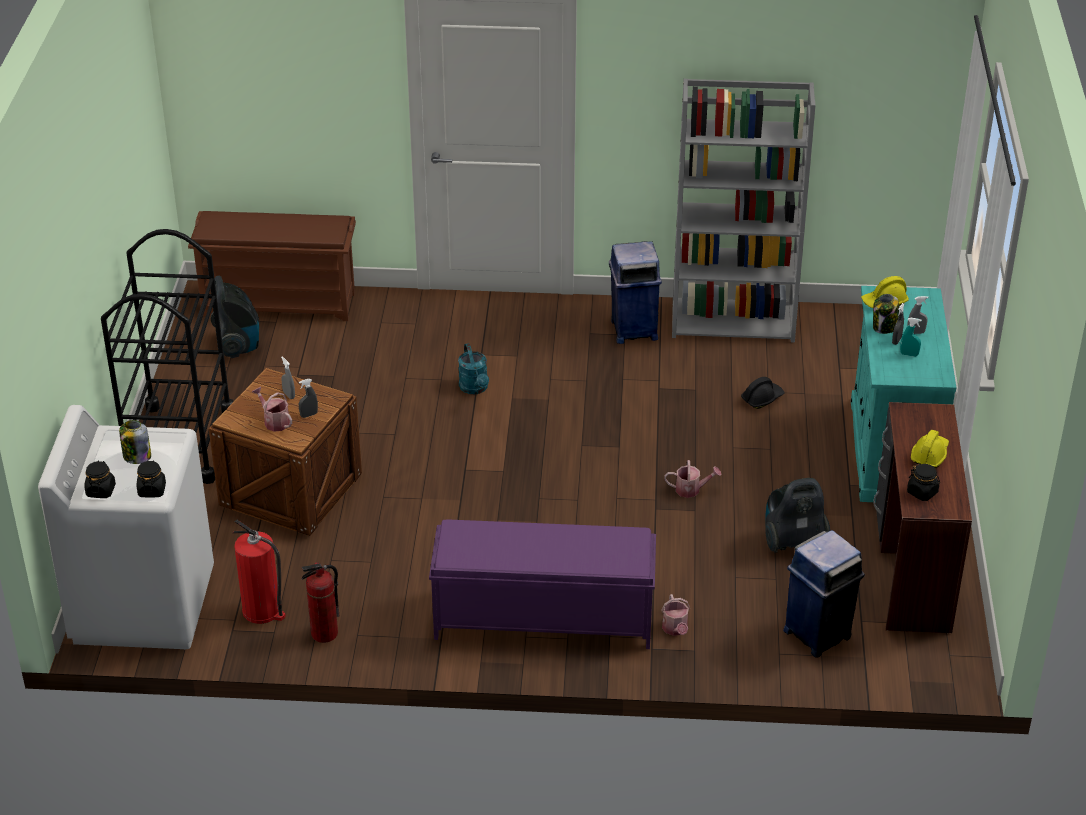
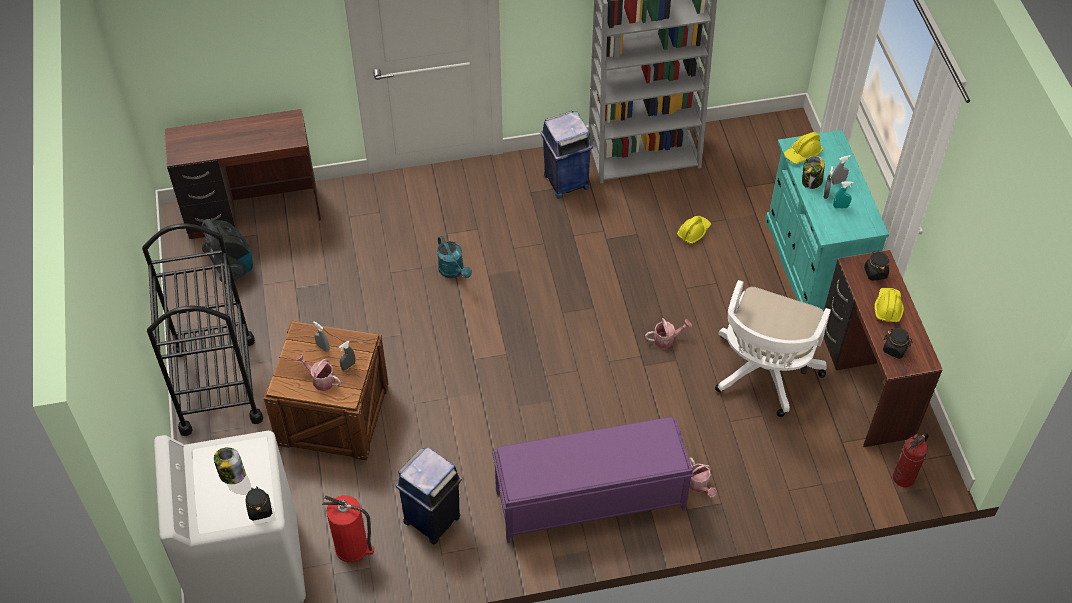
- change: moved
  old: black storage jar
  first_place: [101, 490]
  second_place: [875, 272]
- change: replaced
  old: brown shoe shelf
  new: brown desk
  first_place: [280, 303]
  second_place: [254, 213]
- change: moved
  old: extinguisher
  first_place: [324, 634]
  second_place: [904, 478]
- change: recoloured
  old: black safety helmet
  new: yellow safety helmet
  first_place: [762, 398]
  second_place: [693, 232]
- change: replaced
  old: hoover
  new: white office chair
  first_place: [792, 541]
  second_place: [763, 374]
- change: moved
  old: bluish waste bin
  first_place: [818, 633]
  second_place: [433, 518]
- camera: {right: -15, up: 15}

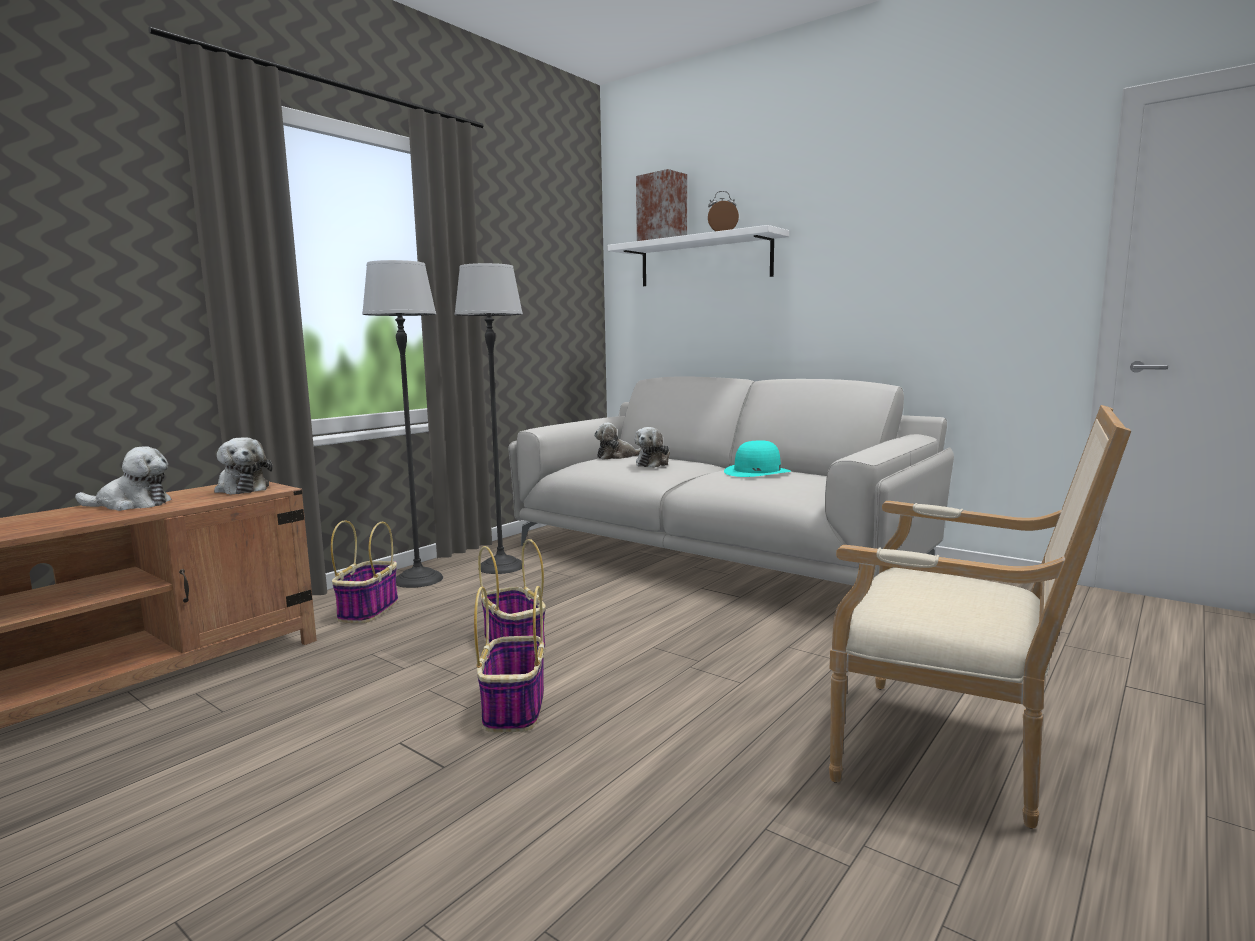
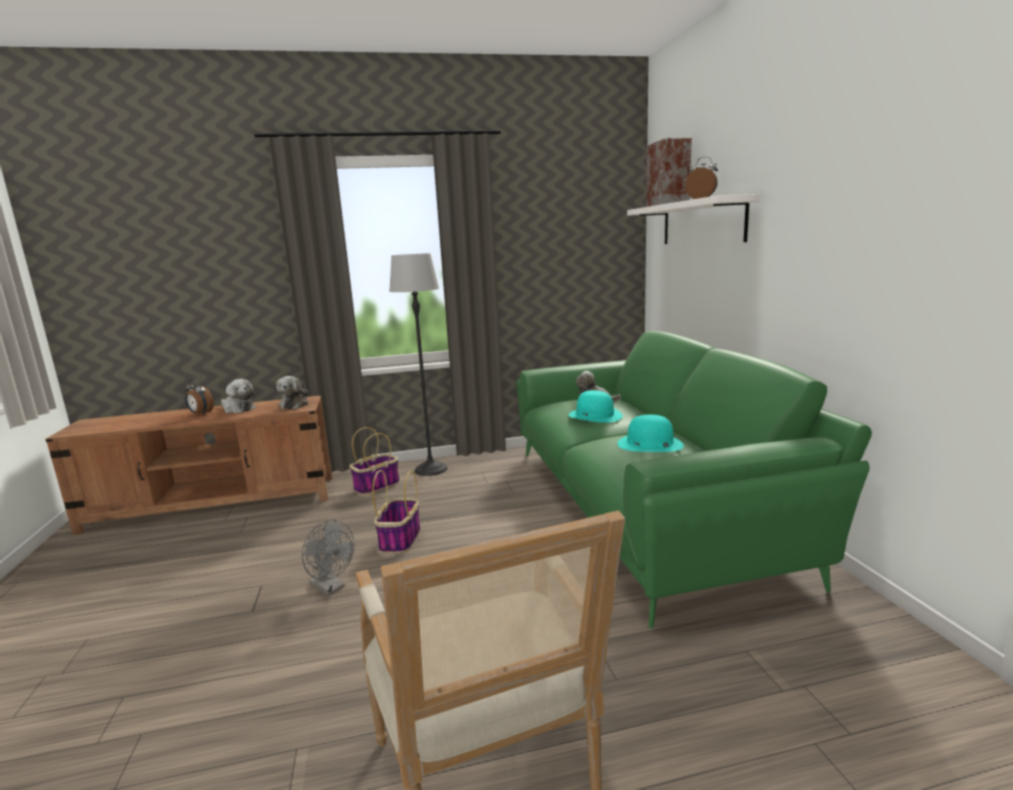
- change: removed
  old: standing lamp
  first_place: [501, 566]
- change: replaced
  old: storage basket
  new: grey fan
  first_place: [514, 707]
  second_place: [331, 587]
- change: recoloured
  old: grey sofa
  new: green-coloured sofa
  first_place: [717, 555]
  second_place: [645, 505]
- change: replaced
  old: plush toy
  new: turquoise clothing hat
  first_place: [653, 463]
  second_place: [595, 415]
- change: added
  new: table clock
  second_place: [200, 414]
- camera: {right: 40, up: 5}

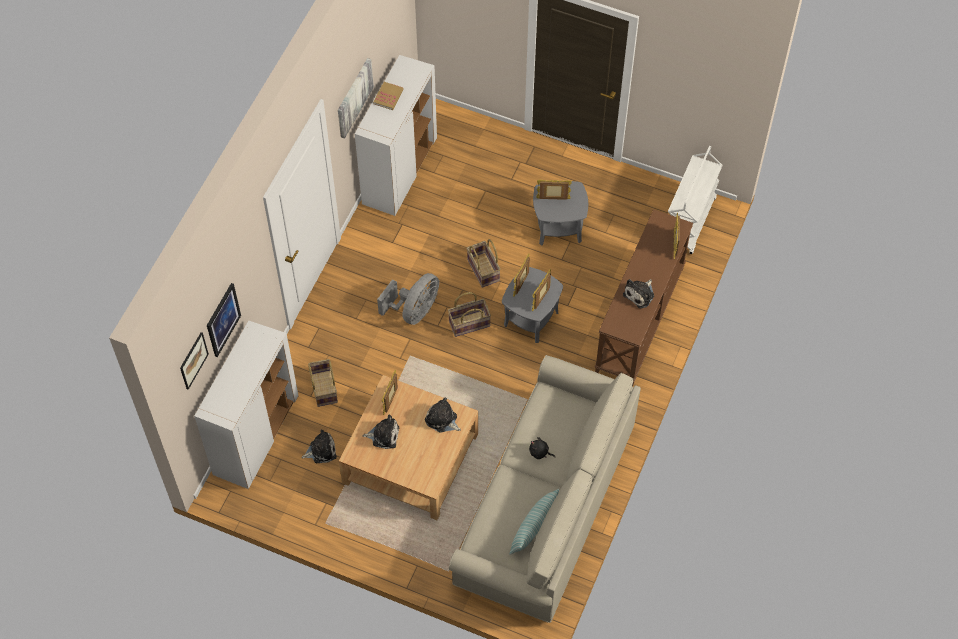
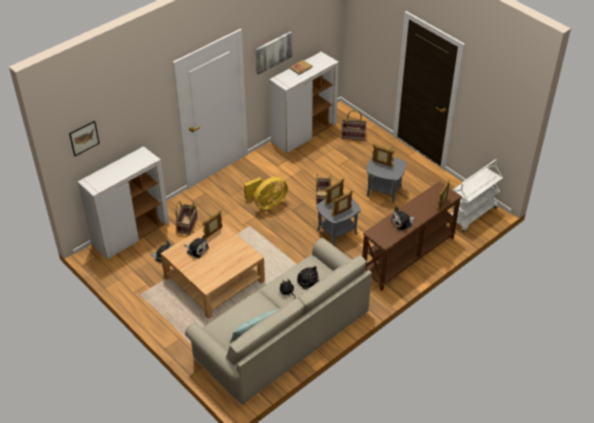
- change: removed
  old: wall picture
  first_place: [223, 319]
- change: recoloured
  old: grey fan
  new: yellow fan
  first_place: [414, 311]
  second_place: [267, 204]
- change: moved
  old: plush toy
  first_place: [442, 420]
  second_place: [309, 283]
- change: moved
  old: storage basket
  first_place: [469, 323]
  second_place: [353, 135]
- camera: {right: 25, up: -15}

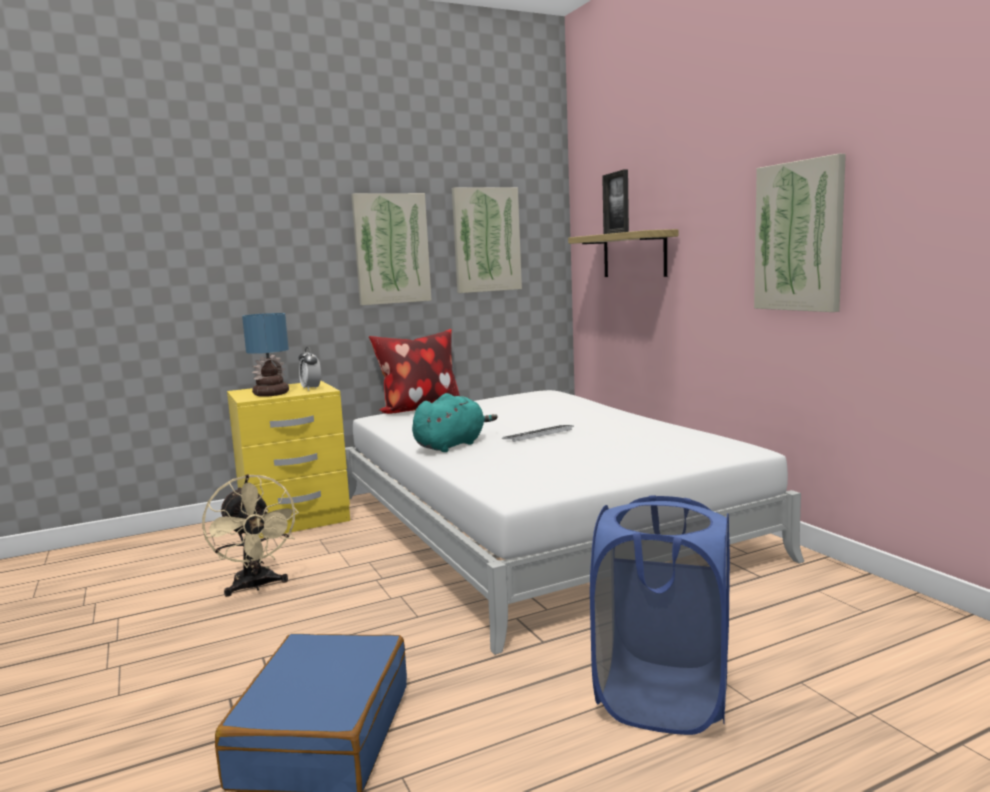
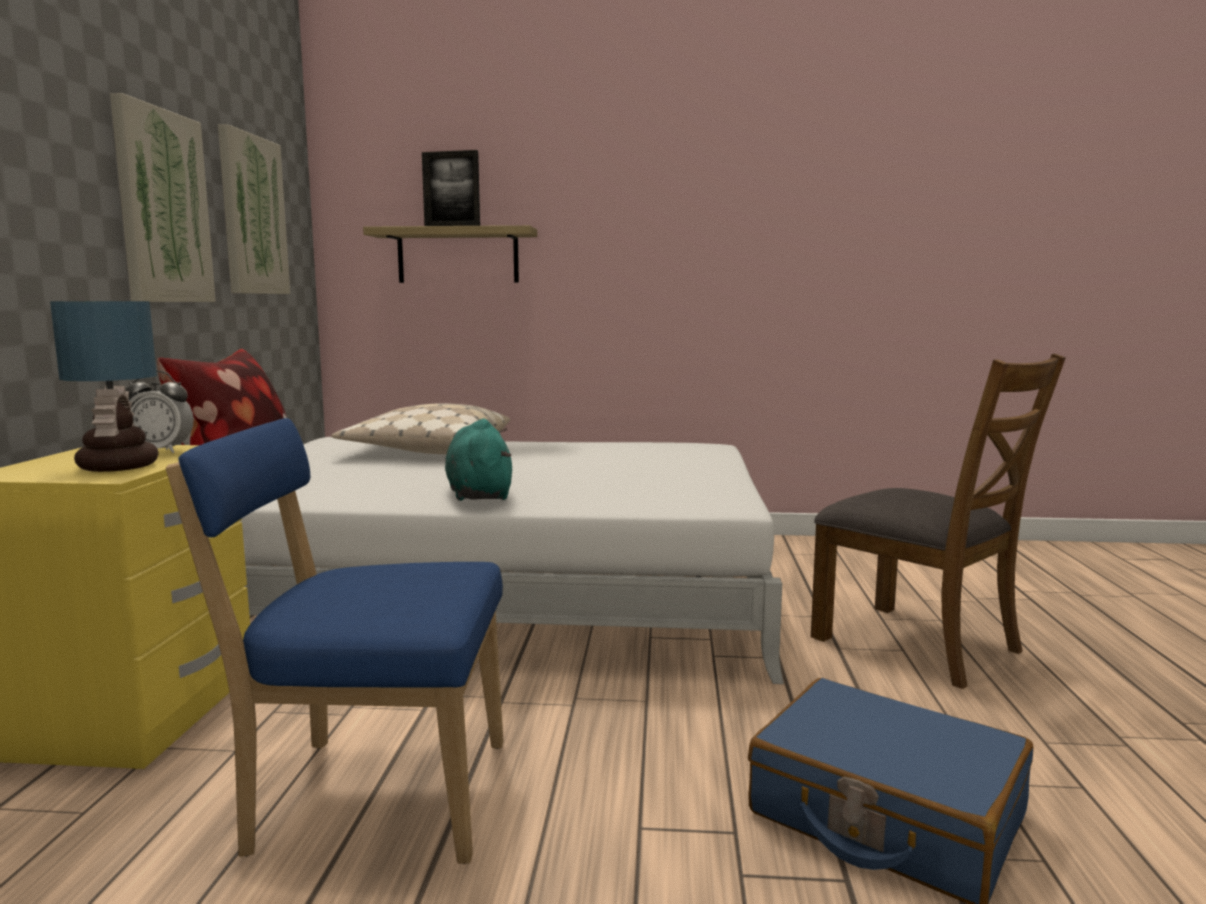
- change: replaced
  old: beige fan
  new: bluish chair
  first_place: [256, 586]
  second_place: [370, 796]
- change: removed
  old: PC keyboard
  first_place: [538, 434]
- change: replaced
  old: bluish laundry basket
  new: brown chair
  first_place: [663, 698]
  second_place: [918, 644]
- change: removed
  old: wall picture
  first_place: [799, 236]
- change: added
  new: beige pillow
  second_place: [427, 450]
- camera: {right: -60, up: 0}

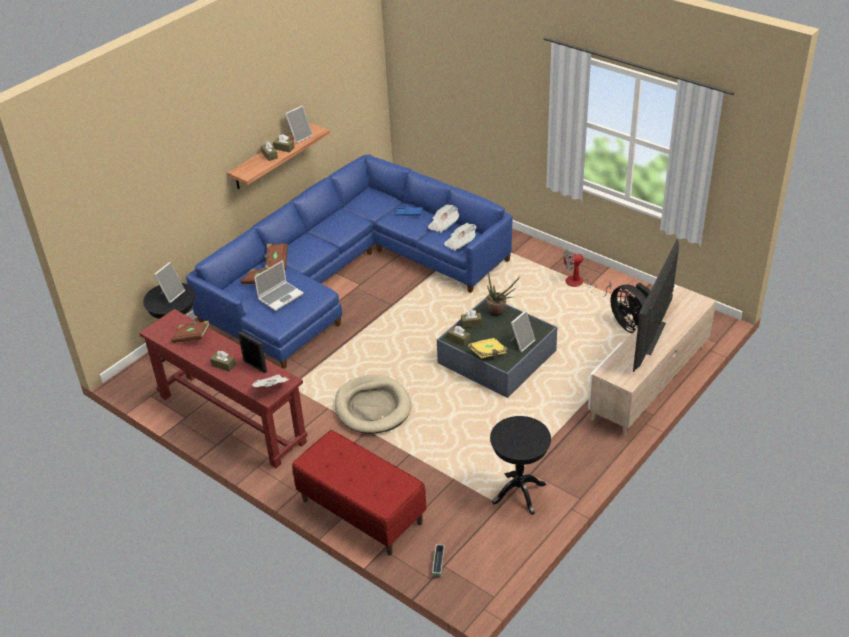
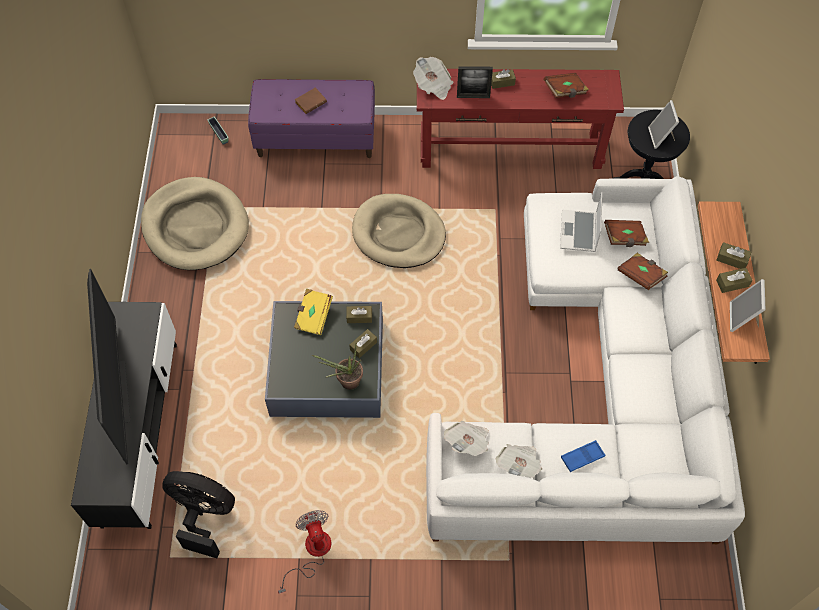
- change: recoloured
  old: bluish sofa
  new: white sofa
  first_place: [348, 274]
  second_place: [600, 387]
- change: recoloured
  old: red bench
  new: purplish bench
  first_place: [361, 511]
  second_place: [316, 138]
- change: replaced
  old: black accent table
  new: beige dog cushion
  first_place: [519, 493]
  second_place: [195, 226]
- change: removed
  old: photo frame
  first_place: [521, 343]
- change: turned
  old: fan
  first_place: [580, 284]
  second_place: [312, 552]
  degrees: -60
- change: recoloured
  old: beige tv stand
  new: black tv stand
  first_place: [649, 382]
  second_place: [140, 432]
- change: added
  new: brown book
  second_place: [311, 102]
- camera: {right: 140, up: 20}

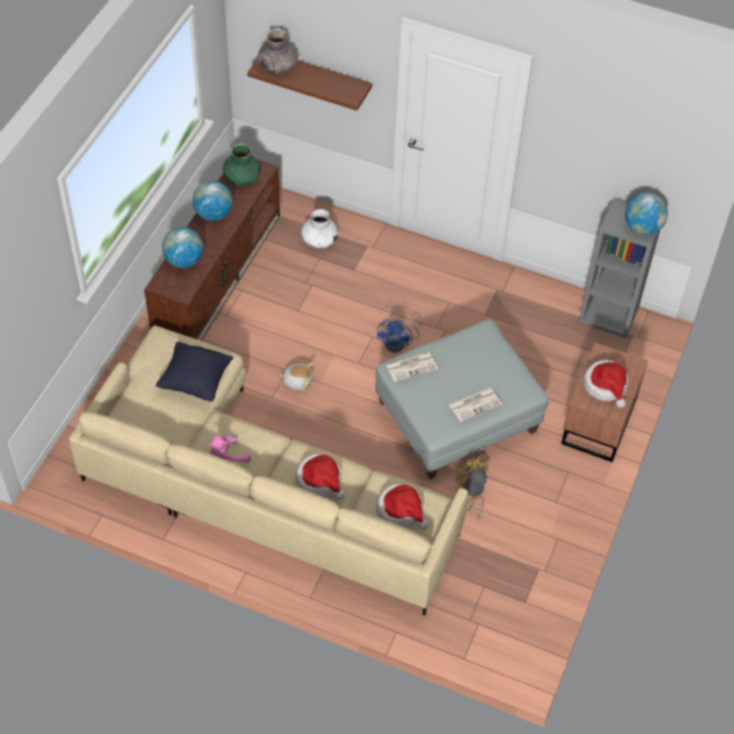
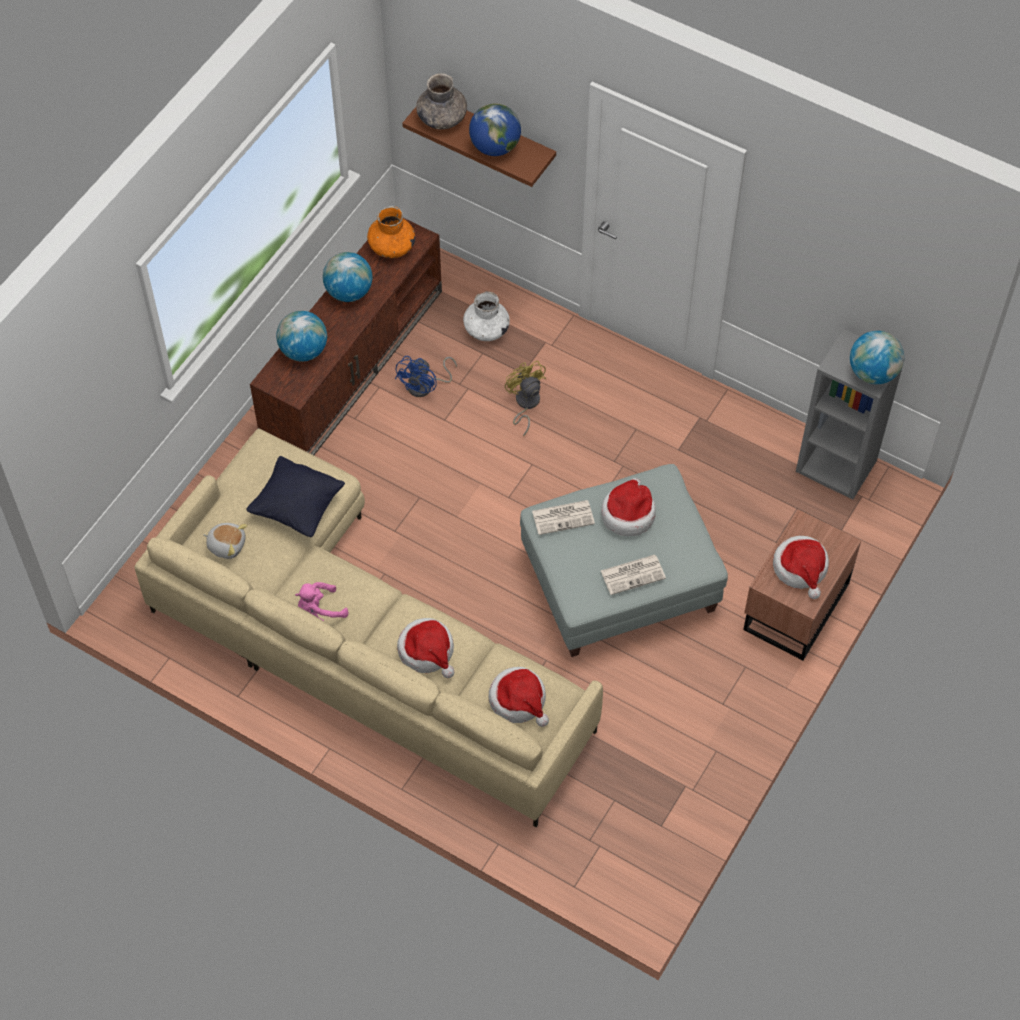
- change: recoloured
  old: green-coloured decorative vase
  new: orangey decorative vase
  first_place: [242, 178]
  second_place: [391, 246]
- change: moved
  old: plush toy
  first_place: [297, 381]
  second_place: [227, 545]
- change: moved
  old: bluish fan
  first_place: [399, 343]
  second_place: [425, 386]
- change: moved
  old: yellow fan
  first_place: [472, 492]
  second_place: [525, 404]
- change: added
  new: desk globe
  second_place: [495, 147]
- change: added
  new: clothing hat
  second_place: [628, 513]
- camera: {right: 10, up: 5}

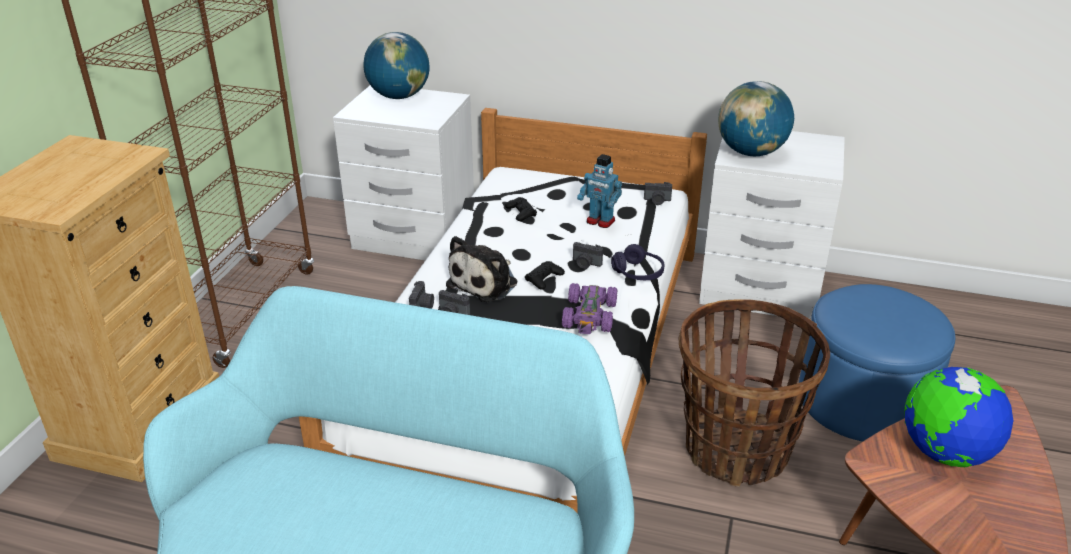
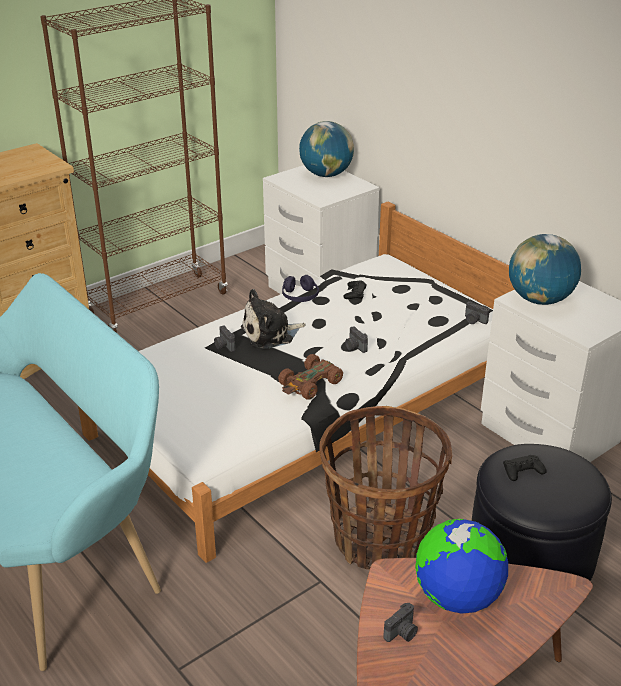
- change: moved
  old: still camera
  first_place: [422, 306]
  second_place: [402, 633]
- change: moved
  old: black game controller
  first_place: [544, 279]
  second_place: [523, 471]
- change: recoloured
  old: purplish model car
  new: brown model car
  first_place: [590, 316]
  second_place: [310, 384]
- change: removed
  old: toy robot
  first_place: [600, 221]
- change: moved
  old: purplish headphones
  first_place: [638, 273]
  second_place: [300, 296]
- change: recoloured
  old: bluish ottoman
  new: black ottoman
  first_place: [864, 400]
  second_place: [531, 555]
- camera: {right: 35, up: 0}

